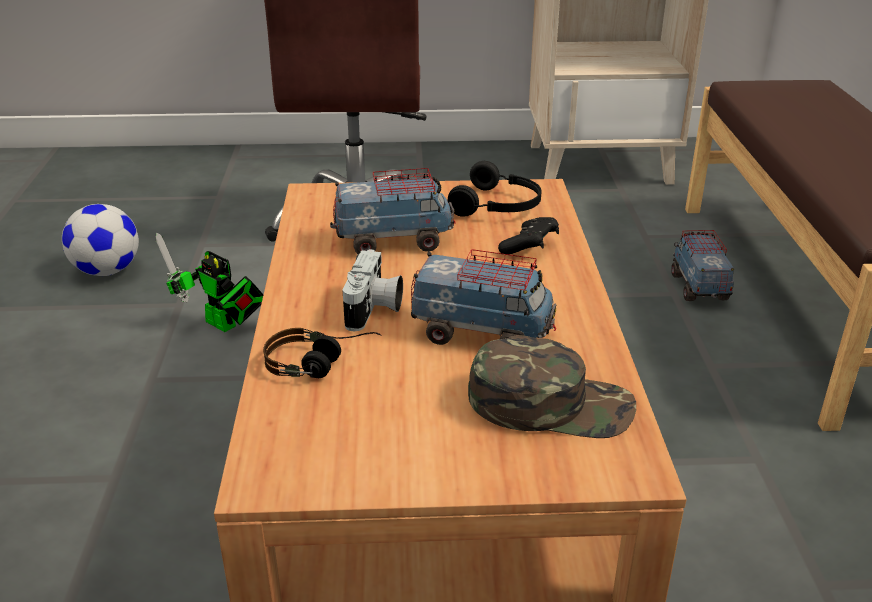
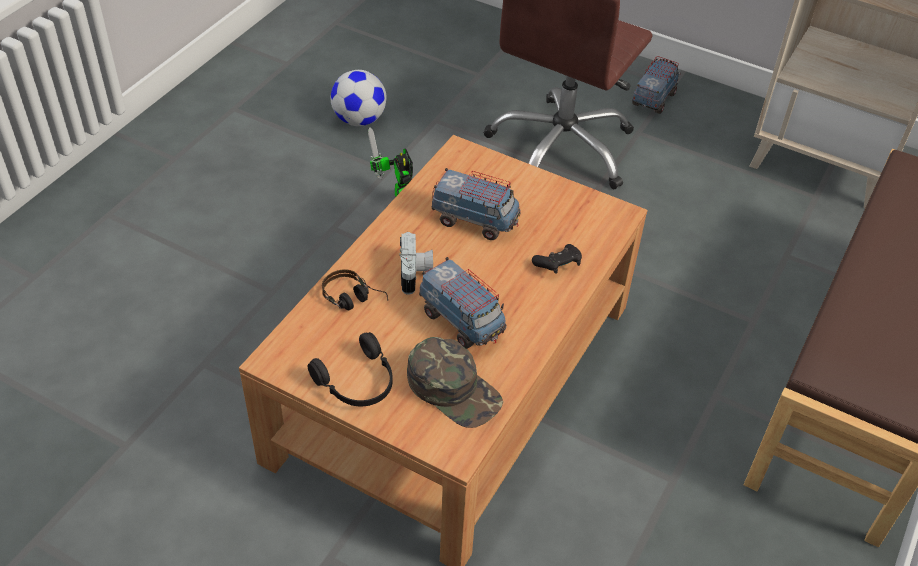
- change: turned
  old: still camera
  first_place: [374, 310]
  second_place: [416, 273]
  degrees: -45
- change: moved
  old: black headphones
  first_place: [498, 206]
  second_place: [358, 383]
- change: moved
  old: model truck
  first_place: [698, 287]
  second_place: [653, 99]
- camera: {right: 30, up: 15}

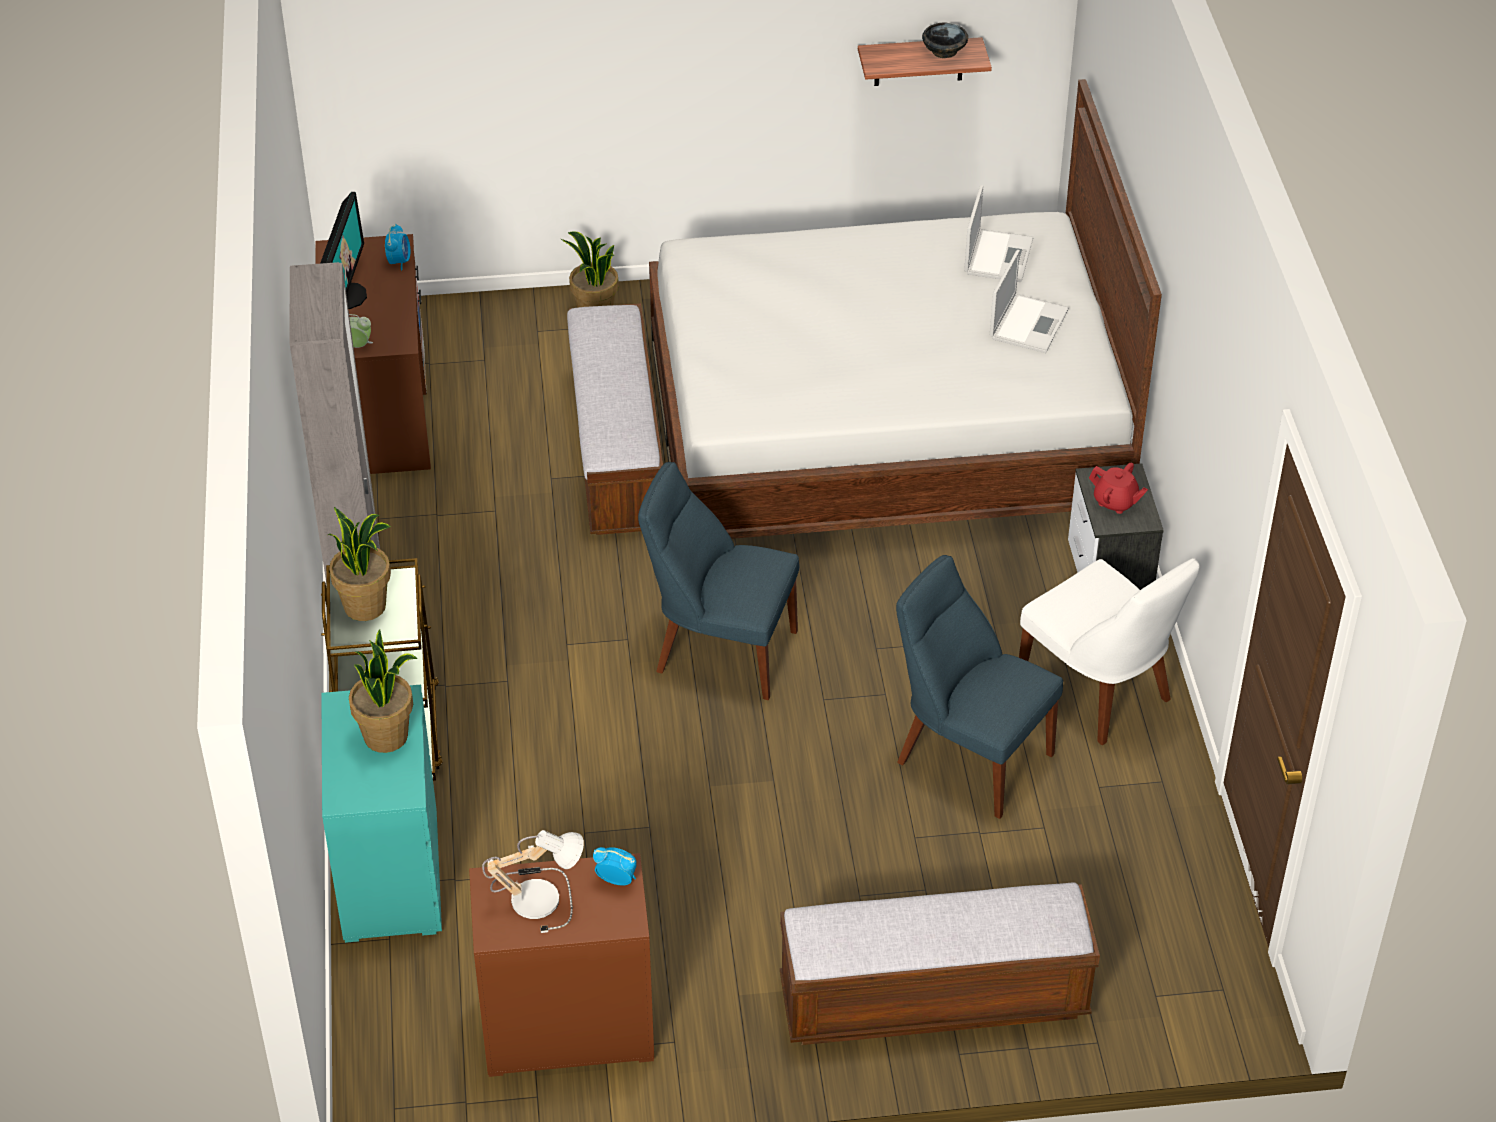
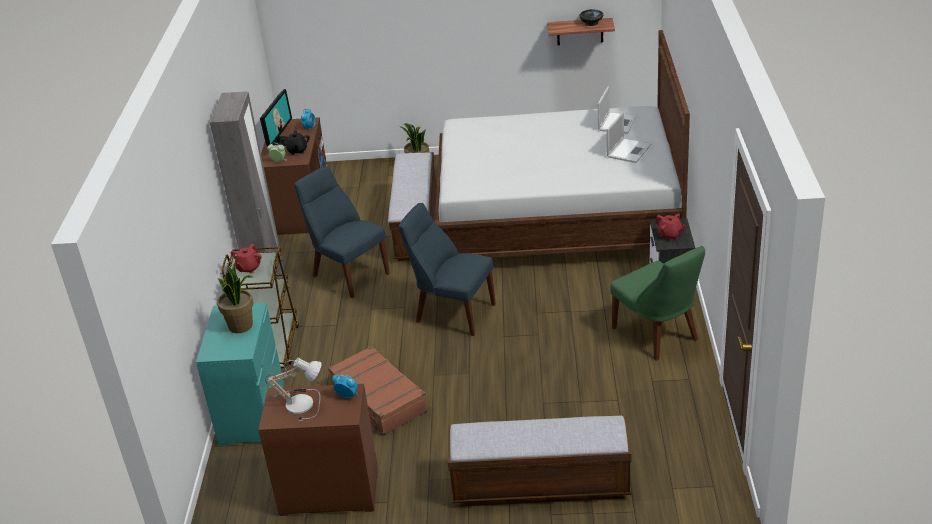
- change: replaced
  old: plant in a pot
  new: red teapot
  first_place: [366, 606]
  second_place: [248, 268]
- change: moved
  old: bluish chair
  first_place: [968, 755]
  second_place: [348, 274]
- change: recoloured
  old: white chair
  new: green-coloured chair
  first_place: [1099, 693]
  second_place: [657, 335]
- change: added
  new: black teapot
  second_place: [297, 151]
- change: added
  new: brown piece of luggage
  second_place: [378, 400]
- camera: {right: 10, up: -10}

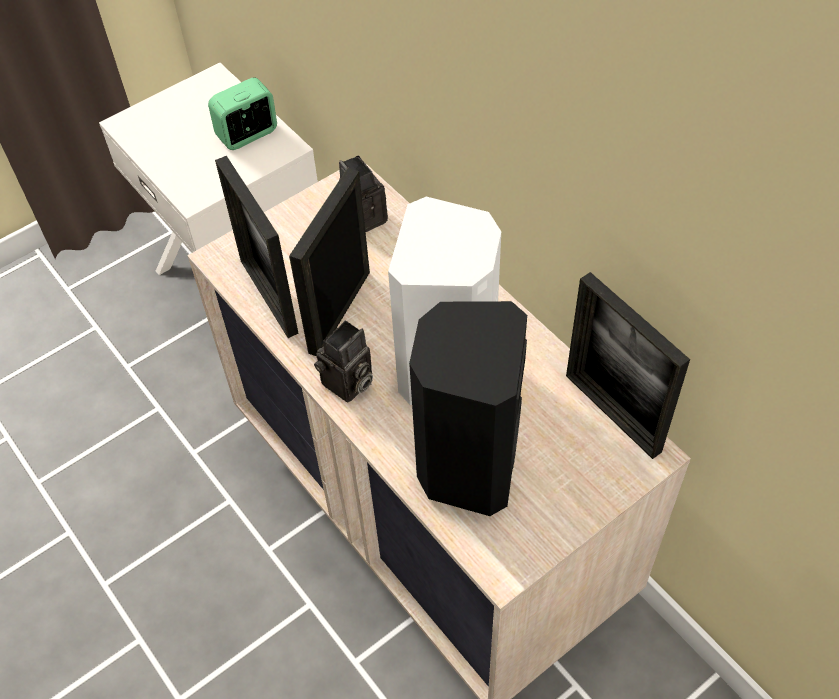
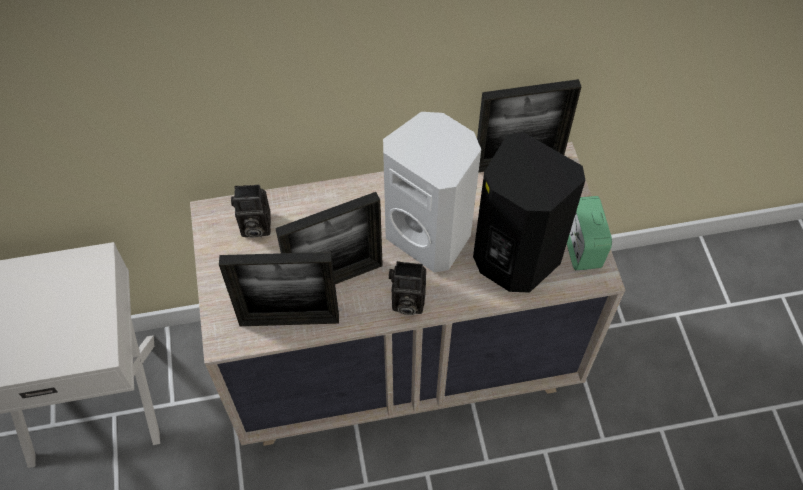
- change: moved
  old: table clock
  first_place: [247, 135]
  second_place: [581, 247]
- change: turned
  old: photo frame
  first_place: [339, 312]
  second_place: [336, 279]
  degrees: -75
- change: turned
  old: still camera
  first_place: [348, 385]
  second_place: [406, 301]
  degrees: 120
- camera: {right: -65, up: 5}

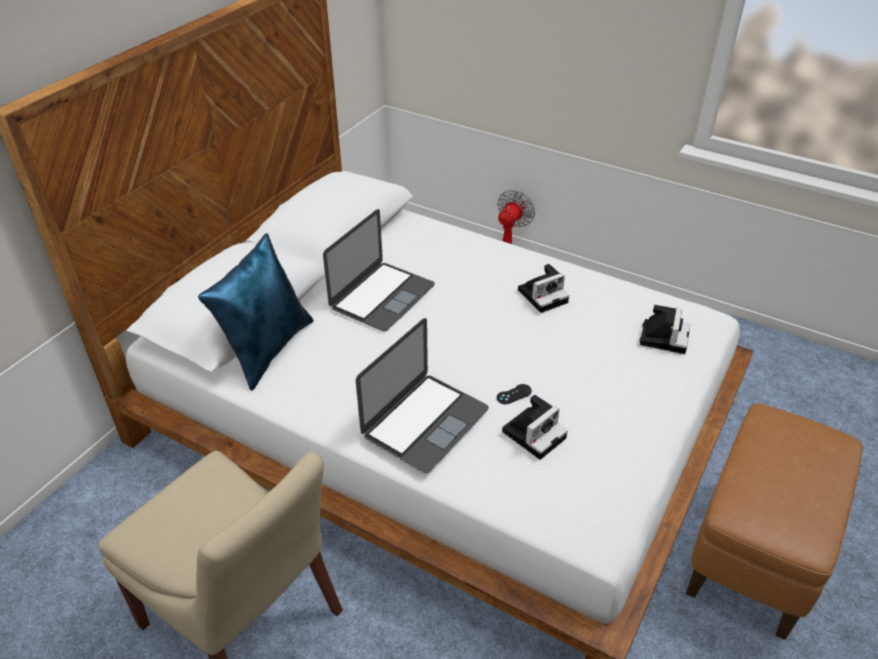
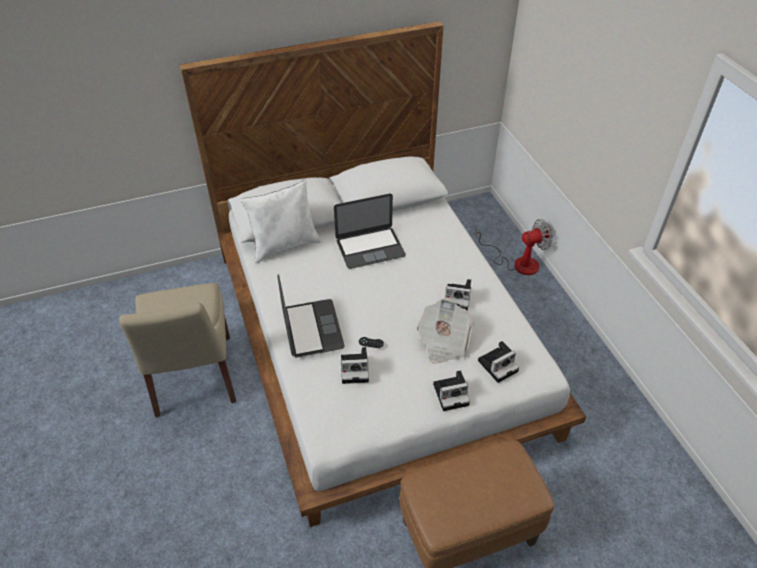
- change: recoloured
  old: bluish pillow
  new: white pillow
  first_place: [267, 349]
  second_place: [285, 245]
- change: turned
  old: laptop
  first_place: [425, 422]
  second_place: [312, 328]
  degrees: -90
- change: added
  new: printed paper
  second_place: [443, 342]
- change: added
  new: still camera
  second_place: [452, 394]
- camera: {right: 40, up: 5}

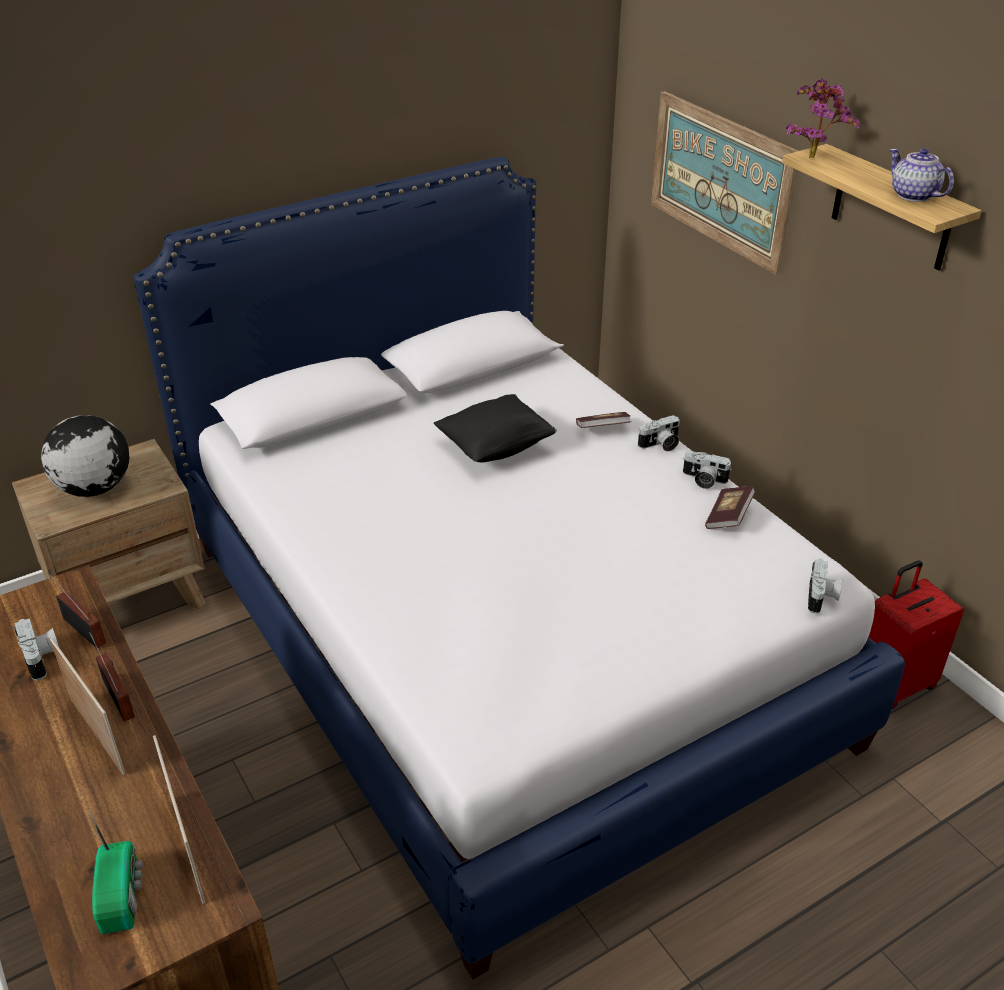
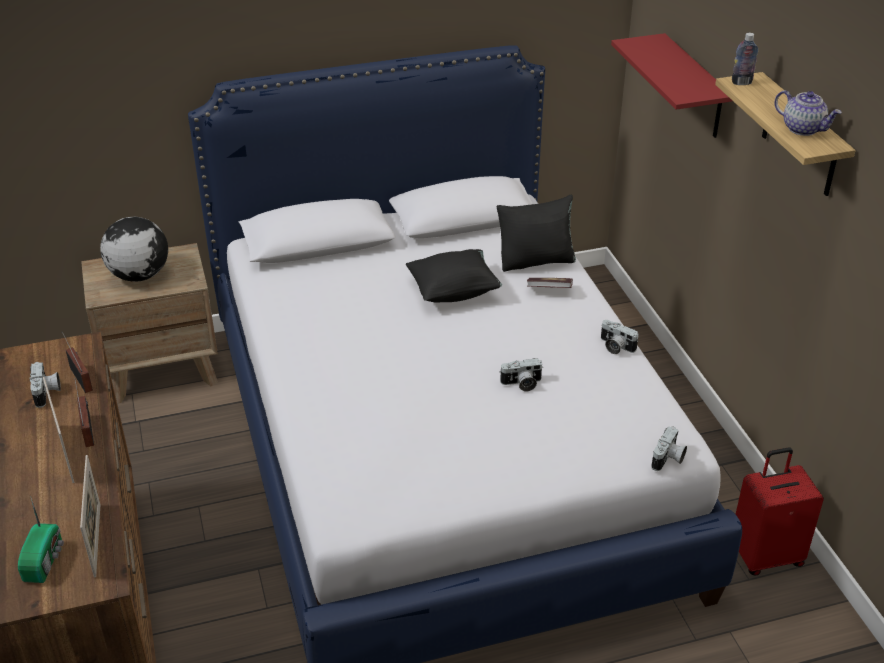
- change: moved
  old: still camera
  first_place: [660, 445]
  second_place: [521, 384]
- change: replaced
  old: wall picture
  new: red bracket shelf
  first_place: [720, 179]
  second_place: [694, 88]
- change: removed
  old: book
  first_place: [728, 517]
- change: replaced
  old: plant in a pot
  new: bottle
  first_place: [813, 156]
  second_place: [741, 82]
- change: turned
  old: teapot
  first_place: [912, 195]
  second_place: [803, 129]
  degrees: 150
- change: added
  new: black pillow
  second_place: [536, 261]
- camera: {right: 15, up: 0}

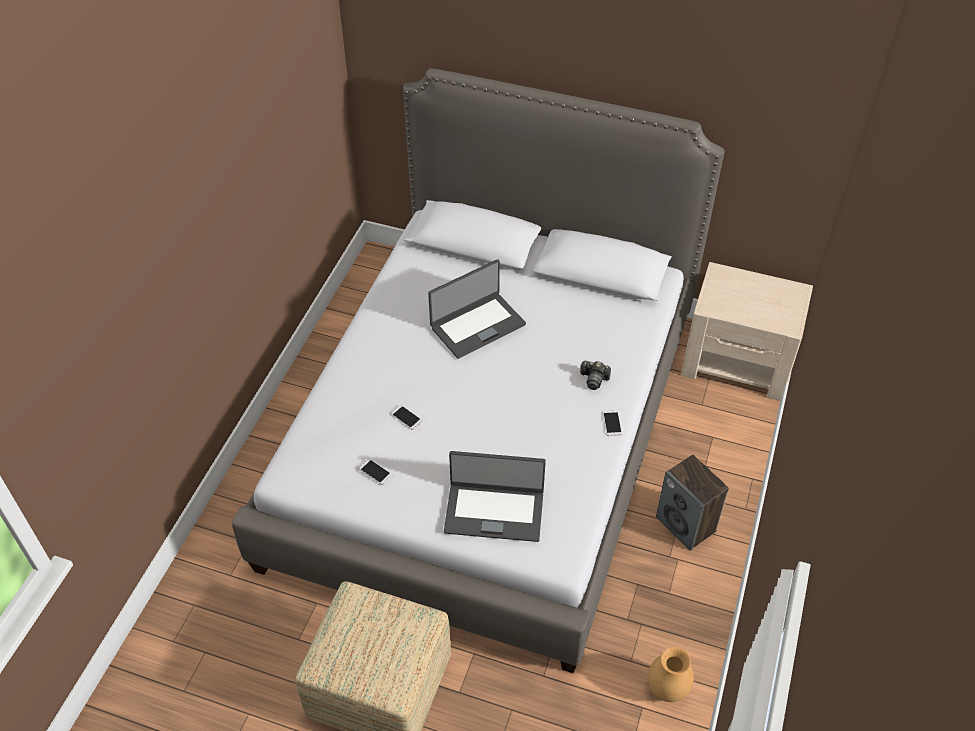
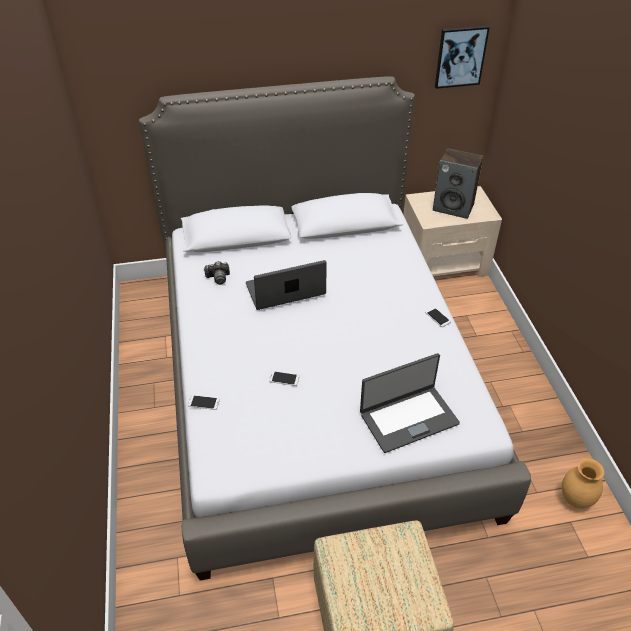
- change: moved
  old: telephone
  first_place: [375, 472]
  second_place: [203, 402]
- change: turned
  old: laptop
  first_place: [477, 325]
  second_place: [285, 290]
  degrees: -135
- change: moved
  old: still camera
  first_place: [594, 379]
  second_place: [218, 278]
- change: moved
  old: speaker
  first_place: [686, 524]
  second_place: [453, 207]
- change: added
  new: wall picture
  second_place: [460, 56]
- camera: {right: -30, up: -5}

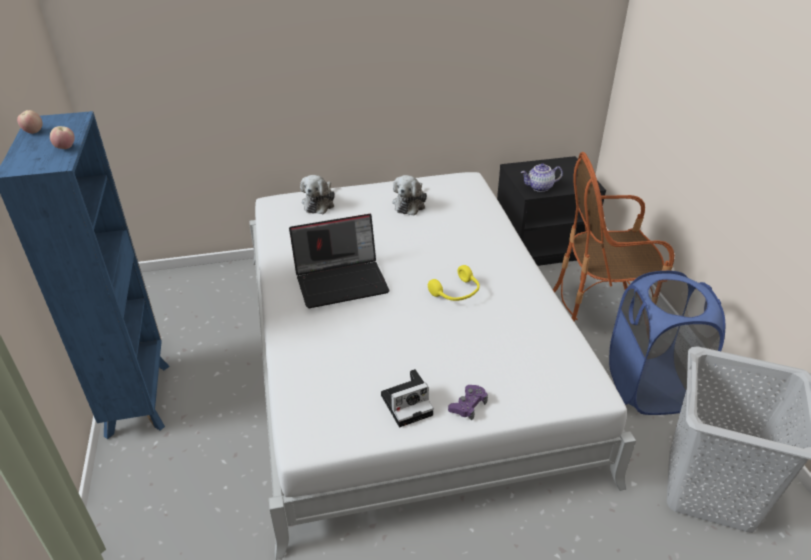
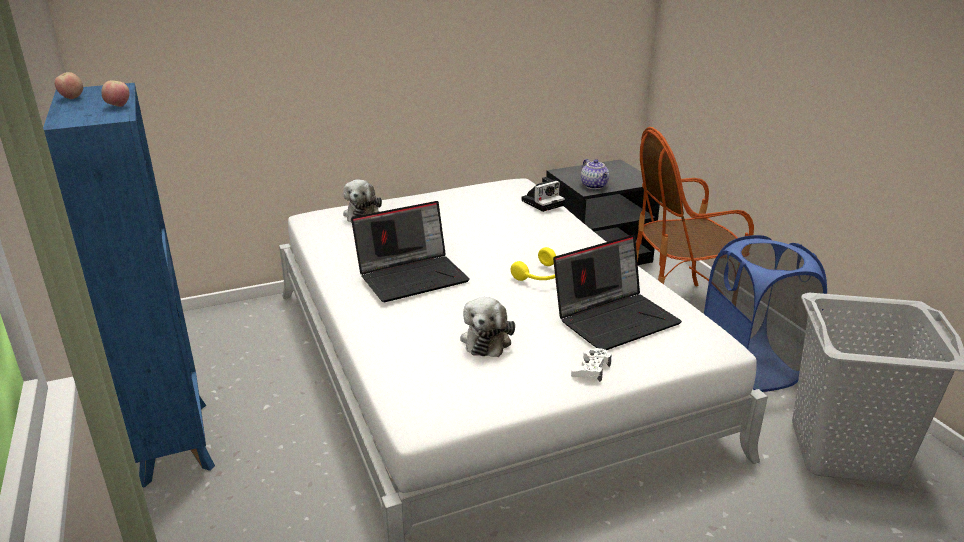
- change: moved
  old: still camera
  first_place: [408, 404]
  second_place: [543, 202]
- change: moved
  old: plush toy
  first_place: [410, 204]
  second_place: [487, 339]
- change: recoloured
  old: purplish game controller
  new: white game controller
  first_place: [468, 405]
  second_place: [591, 370]
- change: turned
  old: teapot
  first_place: [539, 187]
  second_place: [595, 186]
  degrees: -90
- change: added
  new: laptop
  second_place: [615, 318]
- camera: {right: -10, up: -10}

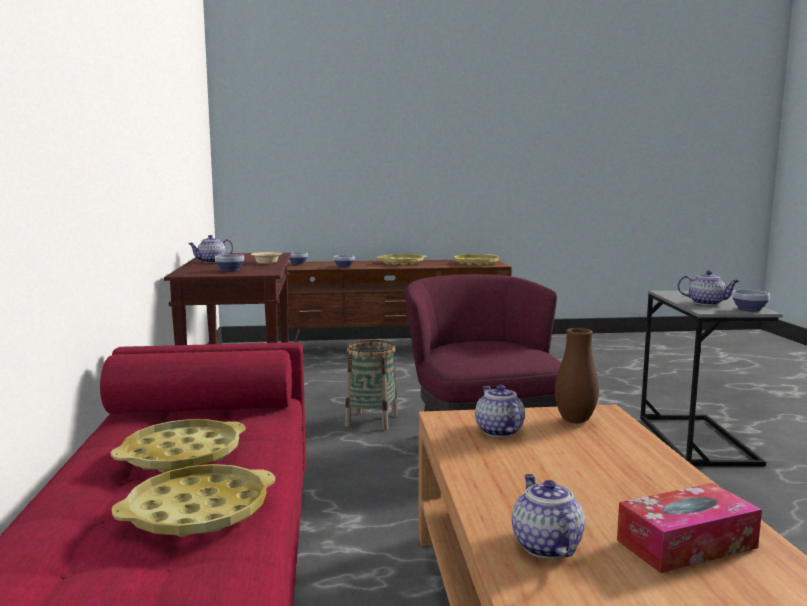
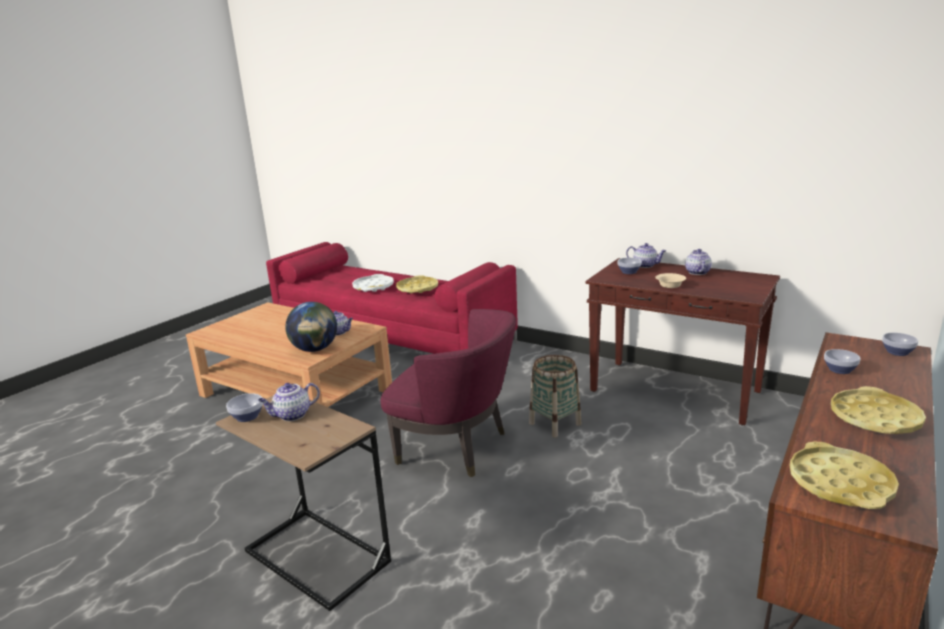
- change: recoloured
  old: yellow tray
  new: white tray
  first_place: [198, 511]
  second_place: [373, 287]
- change: moved
  old: teapot
  first_place: [545, 545]
  second_place: [646, 265]
- change: replaced
  old: brown decorative vase
  new: desk globe
  first_place: [575, 420]
  second_place: [315, 349]
- change: removed
  old: box of tissues
  first_place: [686, 544]
- change: recoloured
  old: grey accent table
  new: brown accent table
  first_place: [696, 440]
  second_place: [317, 556]
- camera: {right: 130, up: 10}

